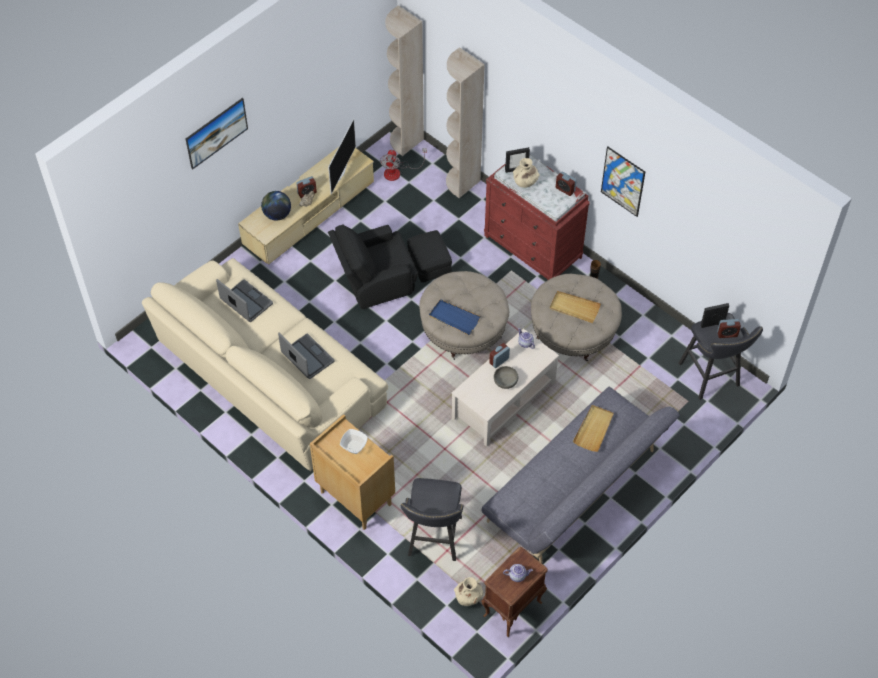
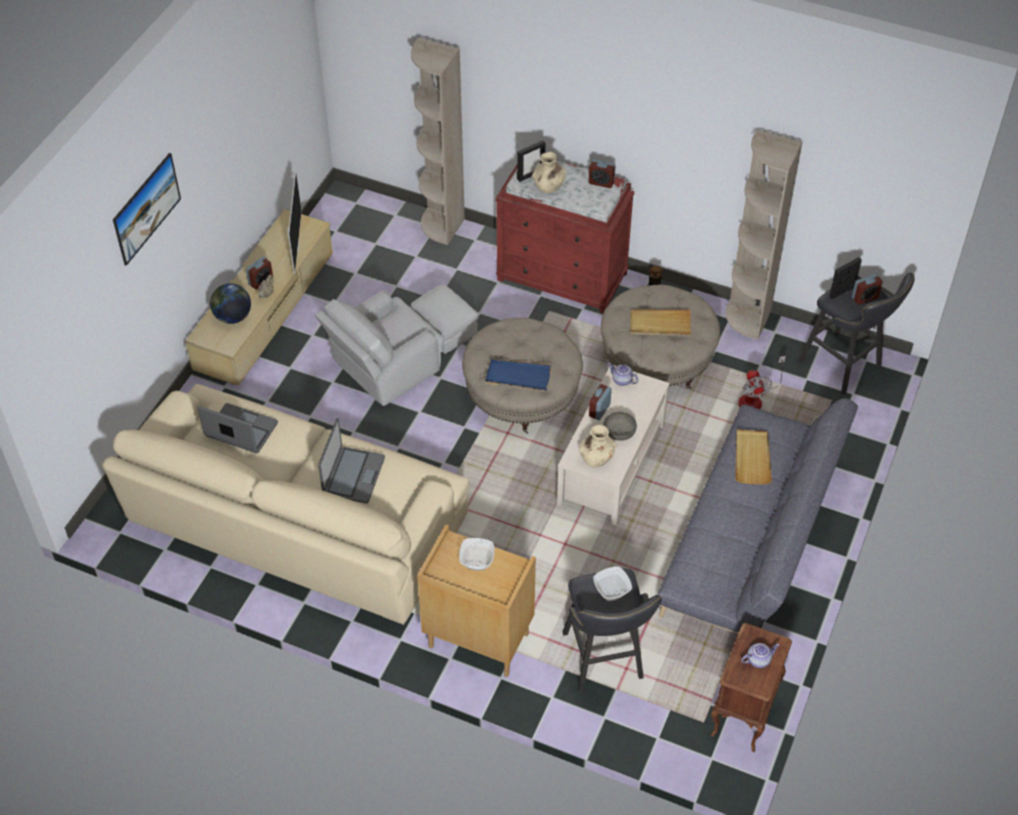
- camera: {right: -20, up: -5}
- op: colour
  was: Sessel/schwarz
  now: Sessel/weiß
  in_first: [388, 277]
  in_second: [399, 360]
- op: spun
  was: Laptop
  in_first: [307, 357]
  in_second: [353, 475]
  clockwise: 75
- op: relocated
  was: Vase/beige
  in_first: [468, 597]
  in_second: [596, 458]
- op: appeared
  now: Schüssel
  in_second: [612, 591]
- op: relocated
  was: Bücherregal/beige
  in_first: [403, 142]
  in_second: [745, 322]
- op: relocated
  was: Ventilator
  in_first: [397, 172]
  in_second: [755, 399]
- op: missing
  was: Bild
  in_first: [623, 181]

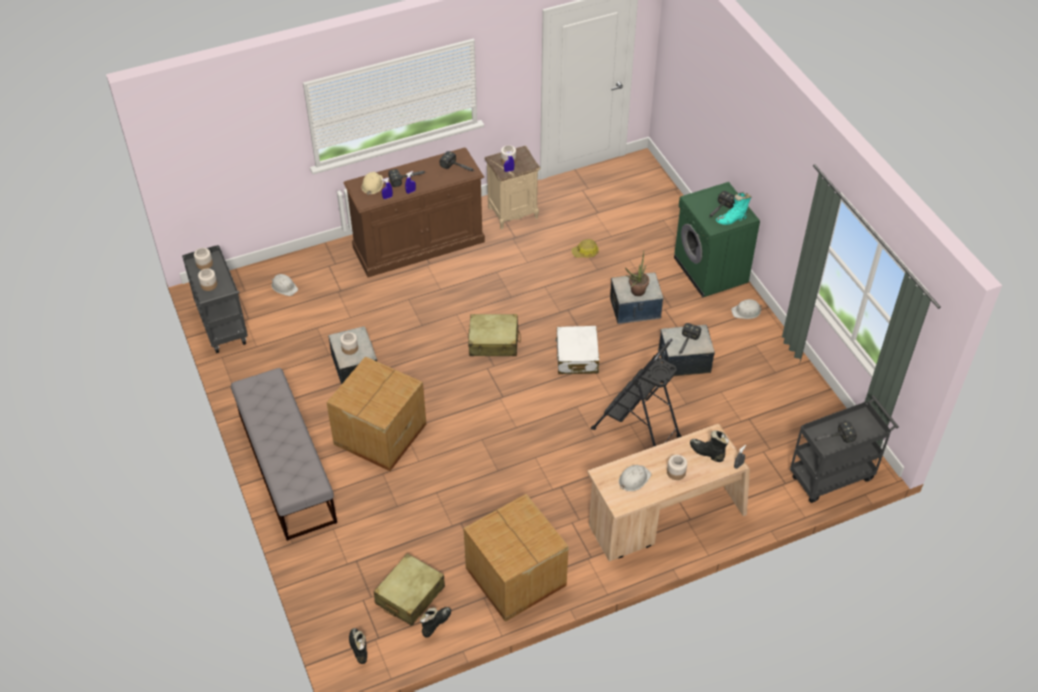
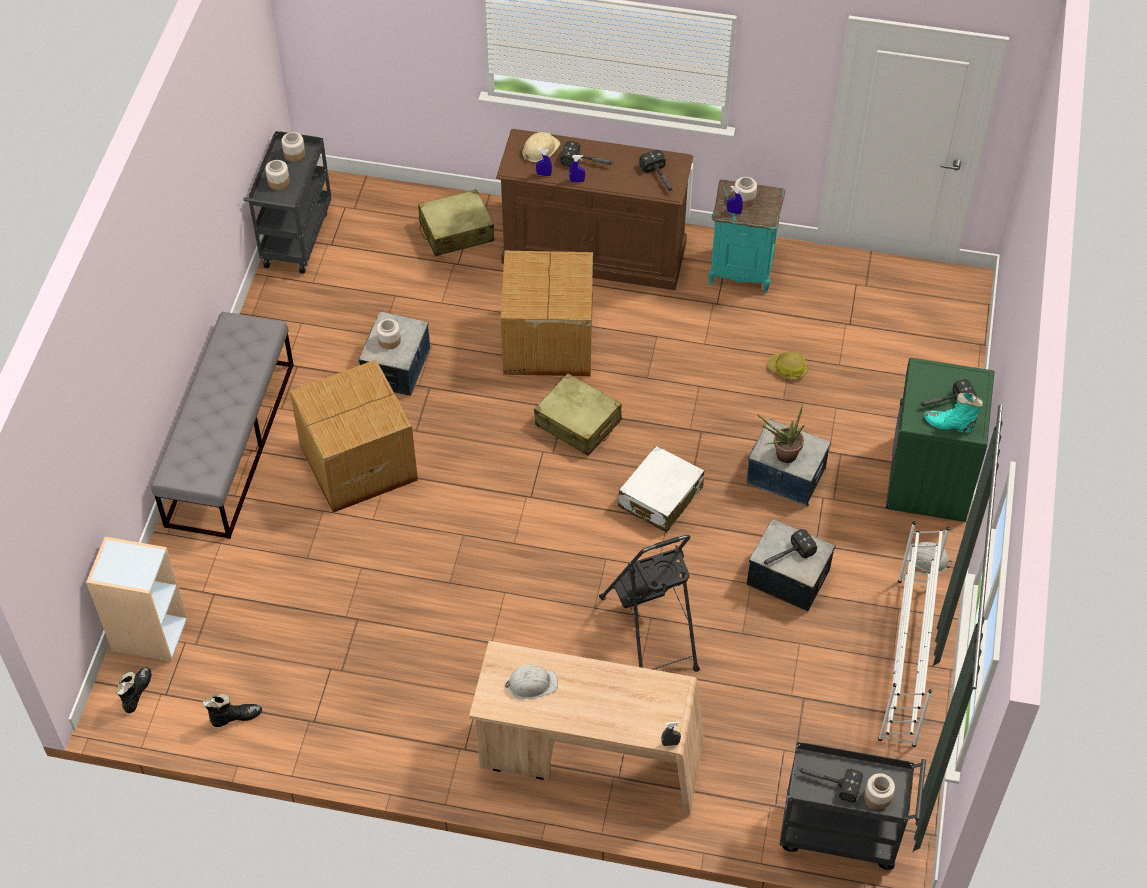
- camera: {right: 35, up: 5}
- op: appeared
  now: Bücherregal
  in_second: [149, 633]
- op: relocated
  was: Koffer/beige
  in_first: [409, 595]
  in_second: [456, 232]
- op: relocated
  was: Karton
  in_first: [515, 578]
  in_second: [546, 342]
- op: colour
  was: Nachttisch/beige
  now: Nachttisch/türkis
  in_first: [513, 213]
  in_second: [742, 271]
- op: relocated
  was: Vorratsglas
  in_first: [676, 472]
  in_second: [877, 797]
- op: appeared
  now: Schuhregal/weiß
  in_second: [906, 661]
- op: missing
  was: Schutzhelm/weiß
  in_first: [284, 287]
- op: missing
  was: Stiefel/schwarz
  in_first: [707, 453]

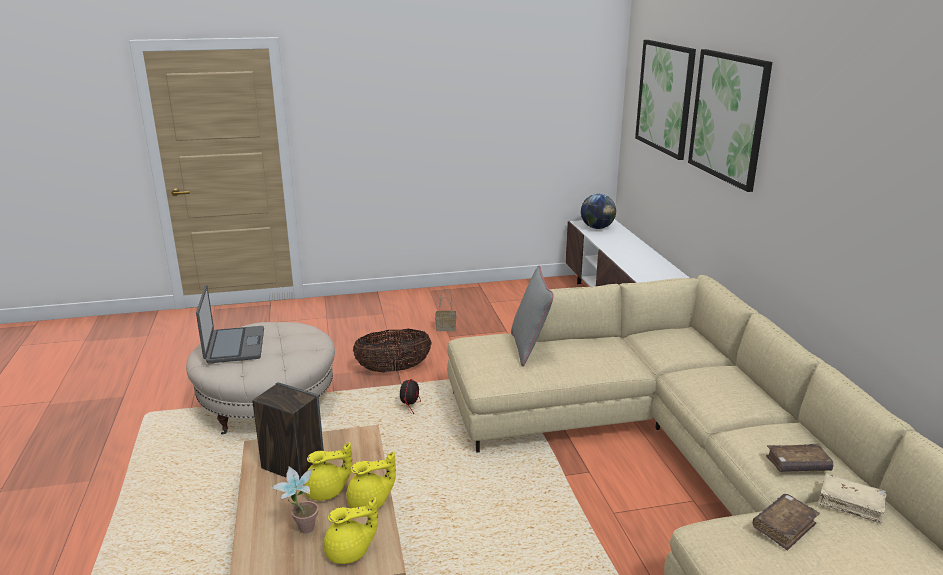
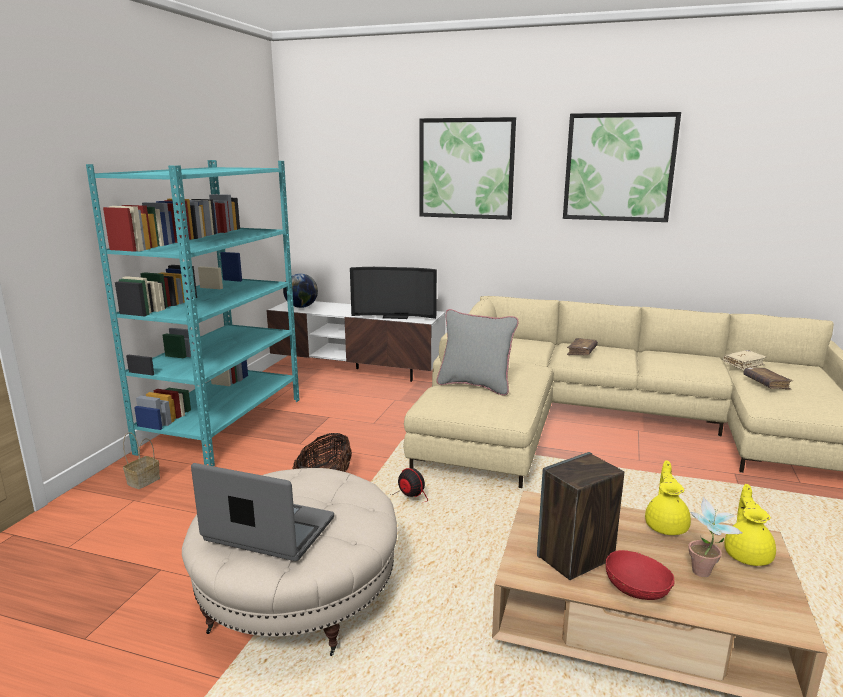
- camera: {right: -60, up: -5}
- op: appeared
  now: Bücherregal/türkis
  in_second: [224, 424]
- op: relocated
  was: Korb
  in_first: [446, 327]
  in_second: [144, 480]
- op: appeared
  now: Fernseher
  in_second: [395, 316]
- op: relocated
  was: Bild
  in_first: [665, 97]
  in_second: [619, 167]
- op: relocated
  was: Buch/braun
  in_first: [797, 465]
  in_second: [581, 352]
- op: appeared
  now: Schüssel/rot
  in_second: [637, 590]
- op: missing
  was: Teekanne/gelb
  in_first: [327, 492]

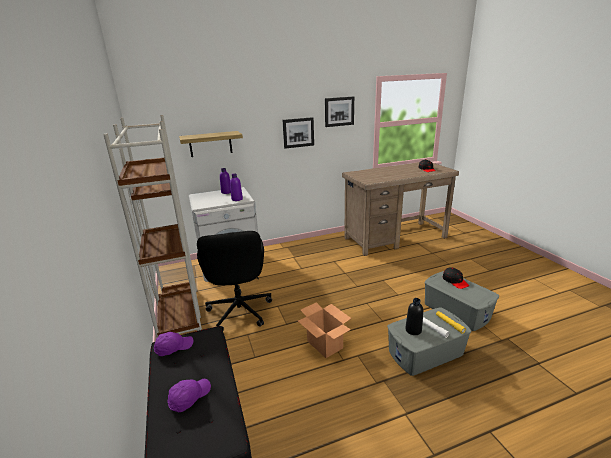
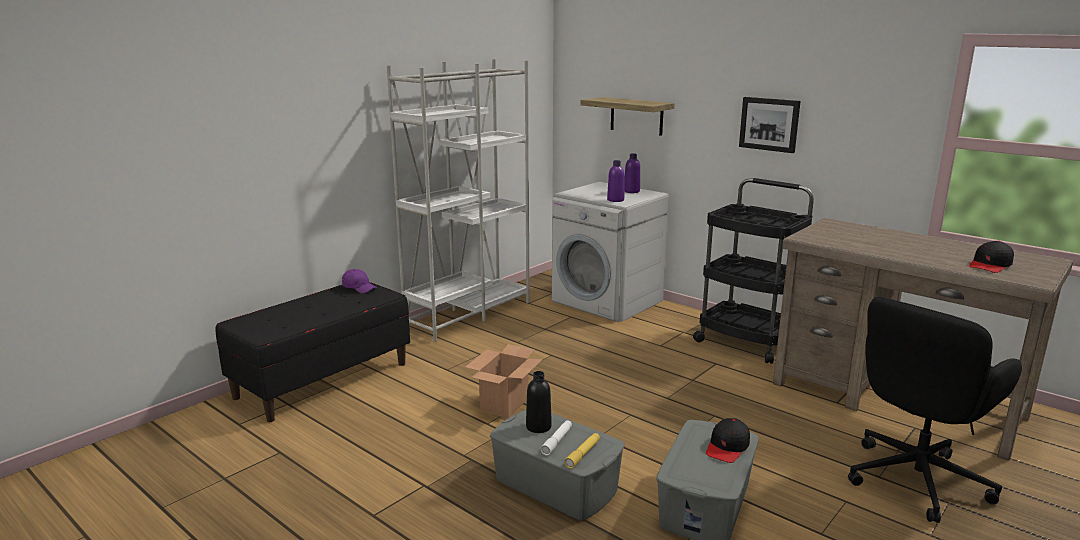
- camera: {right: 60, up: -5}
- op: colour
  was: Bücherregal/braun
  now: Bücherregal/weiß
  in_first: [182, 321]
  in_second: [469, 315]
- op: appeared
  now: Rollwagen/schwarz
  in_second: [747, 341]
- op: relocated
  was: Bürostuhl/schwarz
  in_first: [239, 311]
  in_second: [916, 480]
- op: missing
  was: Kappe/lila
  in_first: [189, 397]
- op: missing
  was: Bild
  in_first: [339, 111]

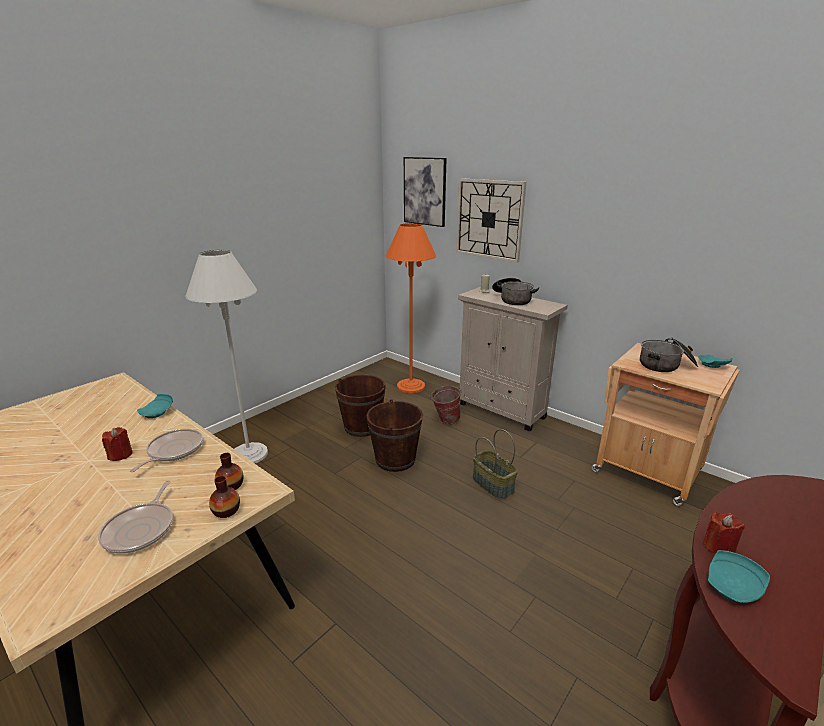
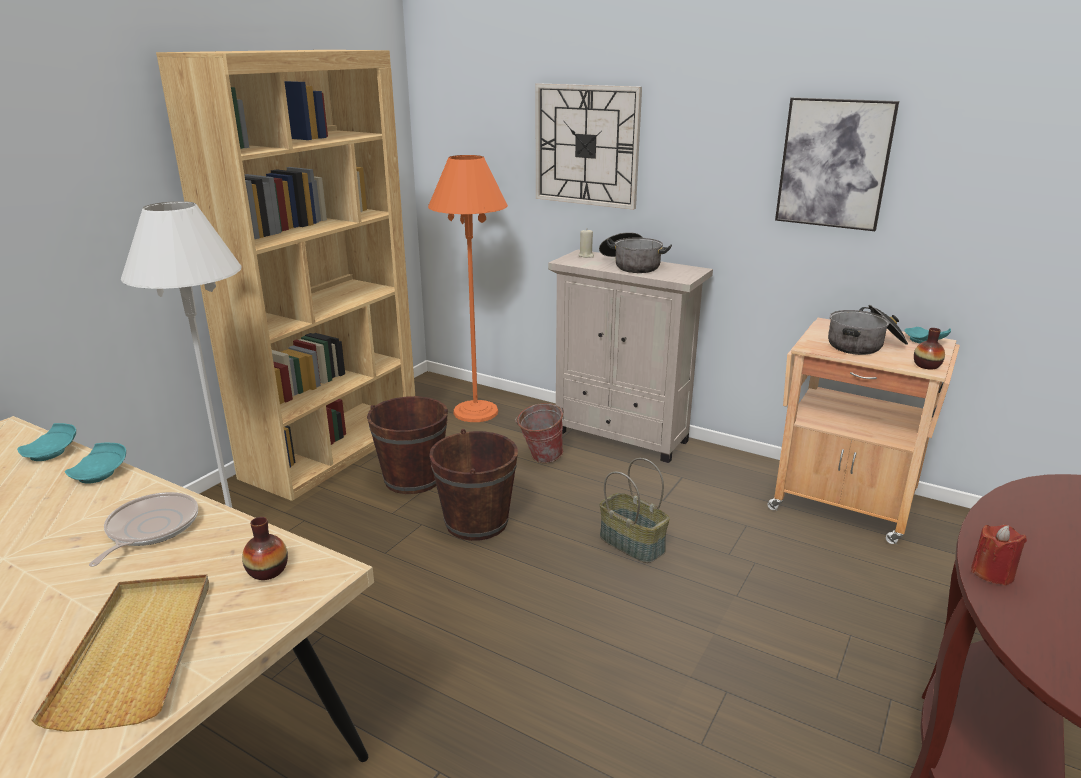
- camera: {right: -10, up: 0}
- op: relocated
  was: Teller/türkis
  in_first: [733, 587]
  in_second: [52, 452]
- op: exchanged
  was: Pfanne
  now: Tablett/beige
  in_first: [141, 529]
  in_second: [138, 651]
- op: appeared
  now: Bücherregal/braun
  in_second: [333, 450]
- op: relocated
  was: Bild
  in_first: [425, 191]
  in_second: [834, 164]
- op: relocated
  was: Vase
  in_first: [226, 511]
  in_second: [926, 365]
- op: missing
  was: Kerze/rot
  in_first: [120, 455]

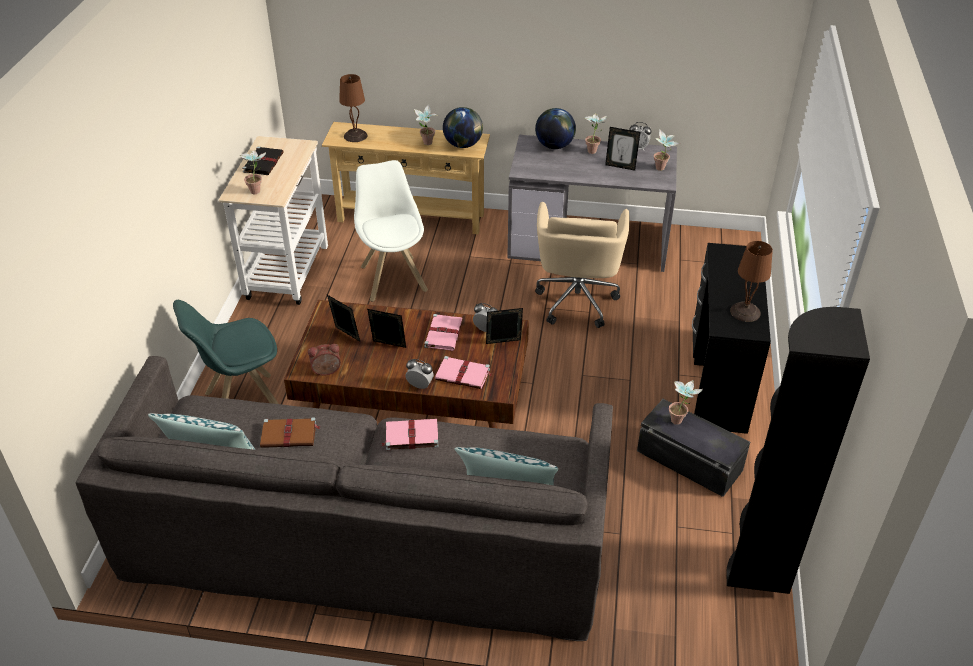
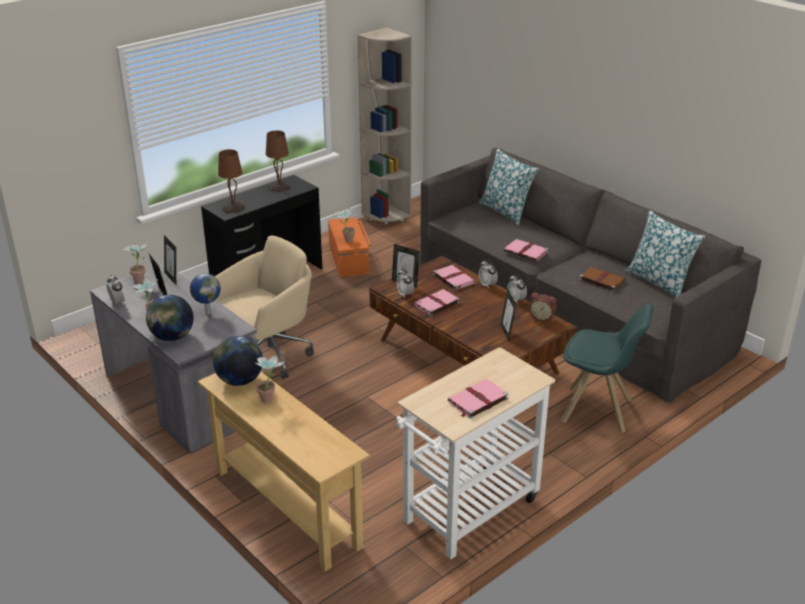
- camera: {right: -140, up: -10}
- op: relocated
  was: Bilderrahmen
  in_first: [388, 346]
  in_second: [172, 278]
- op: appeared
  now: Globus
  in_second: [208, 313]
- op: relocated
  was: Tischlampe/braun
  in_first: [355, 136]
  in_second: [234, 208]
- op: colour
  was: Aufbewahrungsbox/schwarz
  now: Aufbewahrungsbox/orange
  in_first: [688, 461]
  in_second: [349, 259]
- op: colour
  was: Bücherregal/schwarz
  now: Bücherregal/beige
  in_first: [757, 572]
  in_second: [386, 219]
- op: colour
  was: Buch/schwarz
  now: Buch/rosa
  in_first: [263, 162]
  in_second: [477, 400]
- op: appeared
  now: Wecker
  in_second: [516, 300]
- op: missing
  was: Topfpflanze
  in_first: [257, 190]
- op: missing
  was: Stuhl/weiß
  in_first: [393, 278]

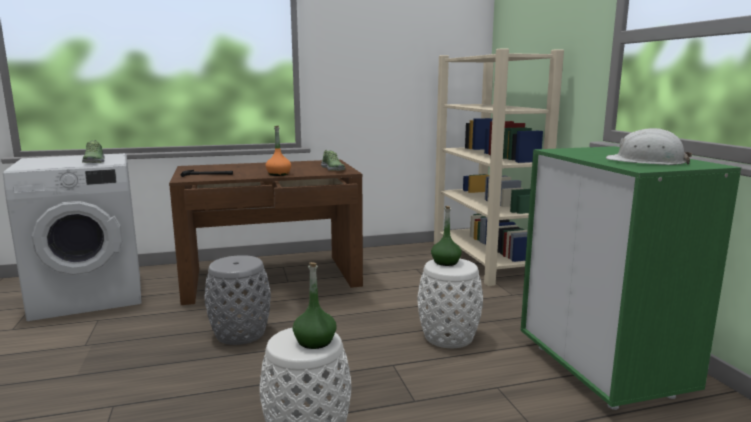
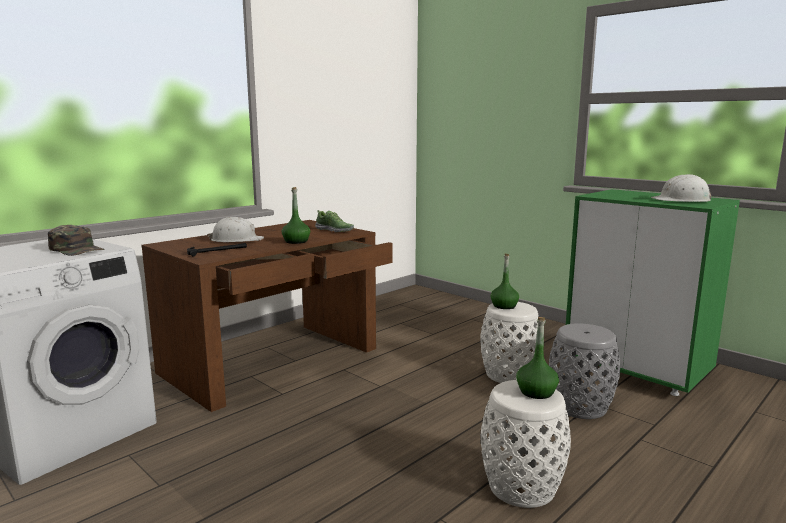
- camera: {right: -30, up: 0}
- op: exchanged
  was: Schuh
  now: Kappe/grün
  in_first: [94, 161]
  in_second: [77, 249]
- op: appeared
  now: Schutzhelm/weiß
  in_second: [236, 240]
- op: colour
  was: Flasche/orange
  now: Flasche/grün
  in_first: [278, 174]
  in_second: [296, 241]
- op: relocated
  was: Hocker/grau
  in_first: [240, 334]
  in_second: [580, 407]
- op: missing
  was: Bücherregal/beige
  in_first: [484, 260]

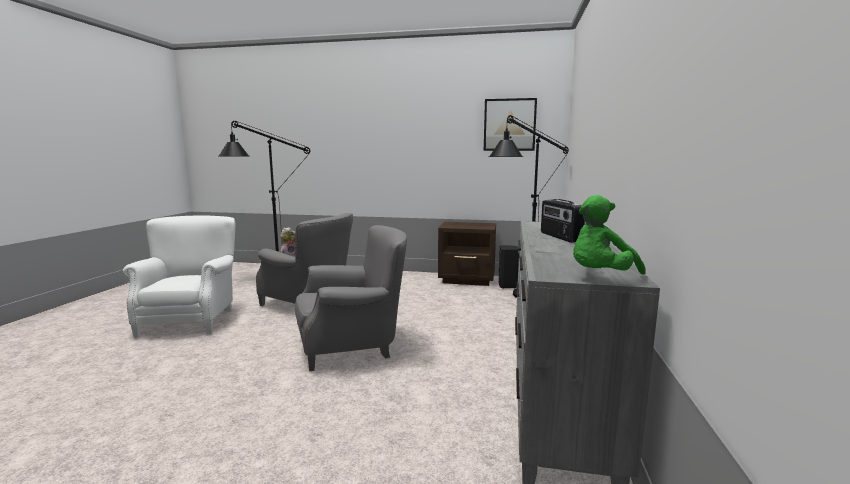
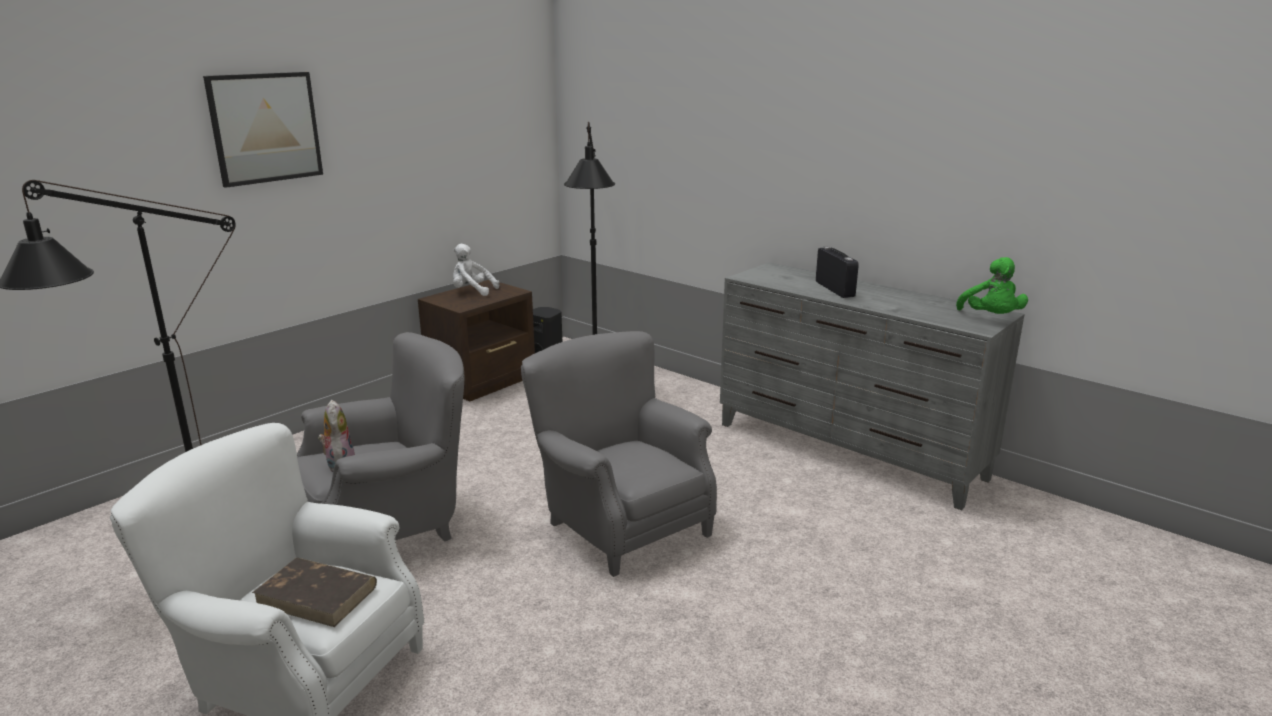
- camera: {right: -60, up: 10}
- op: relocated
  was: Bild
  in_first: [509, 125]
  in_second: [265, 128]
- op: appeared
  now: Buch/braun
  in_second: [318, 595]
- op: appeared
  now: Plüschtier/weiß
  in_second: [472, 291]
- op: spun
  was: Sessel/grau
  in_first: [353, 345]
  in_second: [621, 522]
  clockwise: -45
- op: spun
  was: Radio
  in_first: [559, 237]
  in_second: [835, 289]
  clockwise: -120

